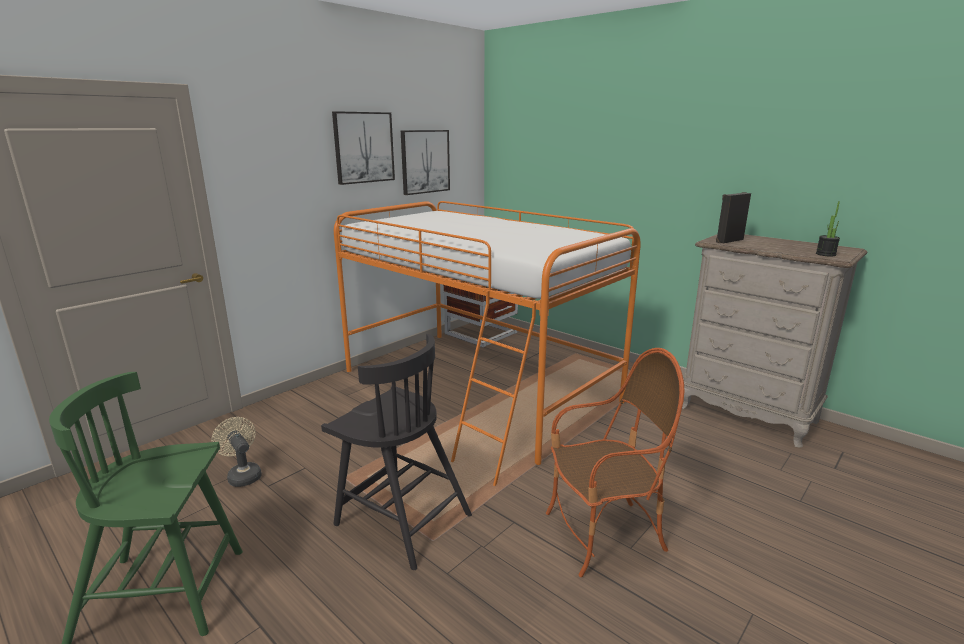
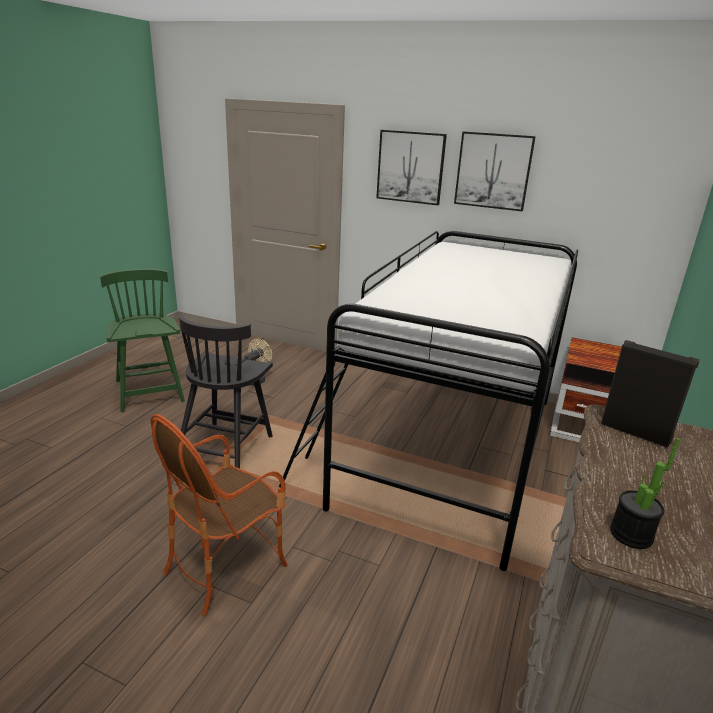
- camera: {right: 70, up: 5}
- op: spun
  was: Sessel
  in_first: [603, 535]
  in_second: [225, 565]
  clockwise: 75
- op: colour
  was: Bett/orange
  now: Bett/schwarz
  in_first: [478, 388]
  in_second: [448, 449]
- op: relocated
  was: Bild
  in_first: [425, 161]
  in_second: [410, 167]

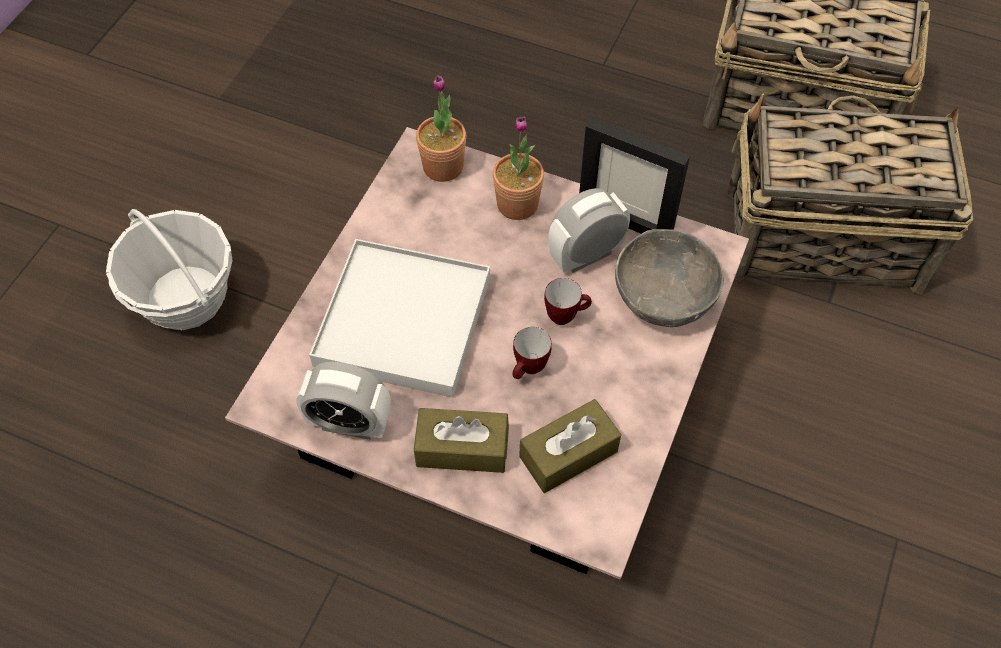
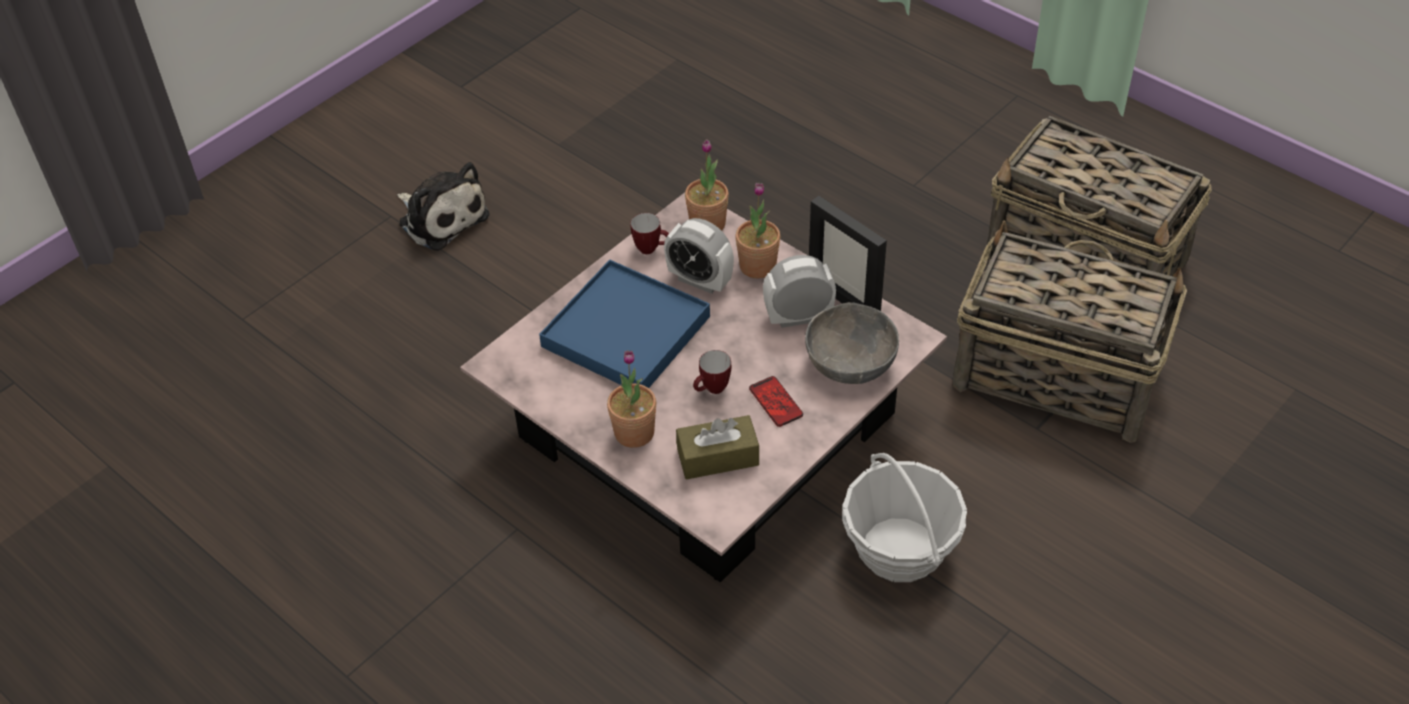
- camera: {right: 20, up: -10}
- op: appeared
  now: Plüschtier
  in_second: [441, 217]
- op: colour
  was: Tablett/weiß
  now: Tablett/blau
  in_first: [404, 321]
  in_second: [626, 331]
- op: exchanged
  was: Taschentuchbox/braun
  now: Topfpflanze
  in_first: [462, 448]
  in_second: [634, 432]
- op: relocated
  was: Henkelbecher
  in_first: [566, 316]
  in_second: [651, 249]
- op: relocated
  was: Wecker
  in_first: [349, 424]
  in_second: [700, 280]
- op: appeared
  now: Handy
  in_second: [776, 402]
- op: relocated
  was: Korb
  in_first: [185, 298]
  in_second: [900, 550]

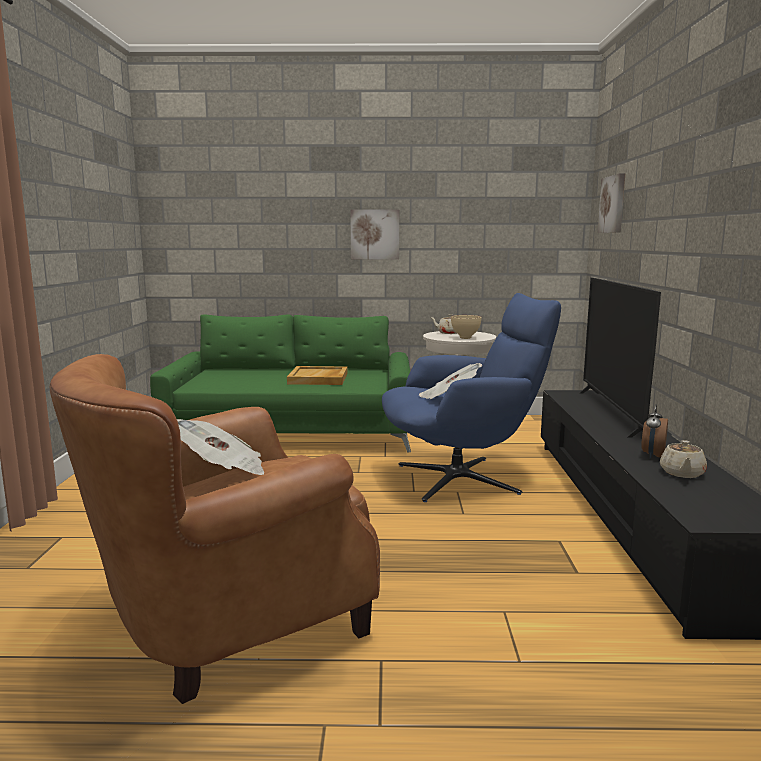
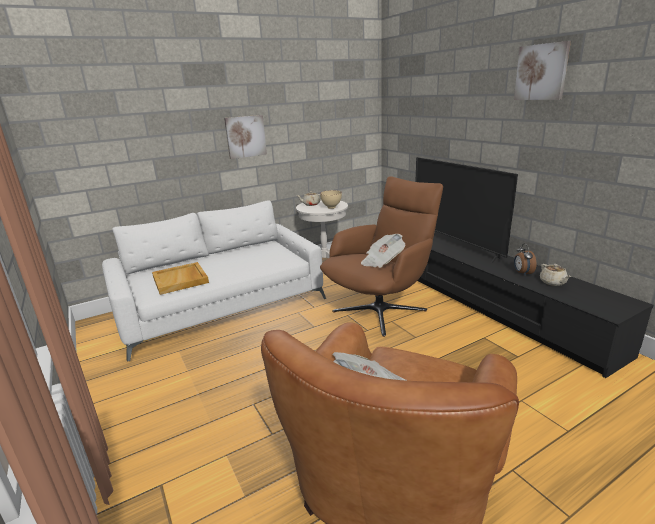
- camera: {right: -30, up: 10}
- op: colour
  was: Sofa/grün
  now: Sofa/weiß
  in_first: [292, 431]
  in_second: [222, 305]
- op: relocated
  was: Tablett/beige
  in_first: [318, 378]
  in_second: [181, 280]
- op: colour
  was: Sessel/blau
  now: Sessel/braun
  in_first: [461, 479]
  in_second: [381, 310]
- op: relocated
  was: Bild
  in_first: [613, 204]
  in_second: [541, 72]

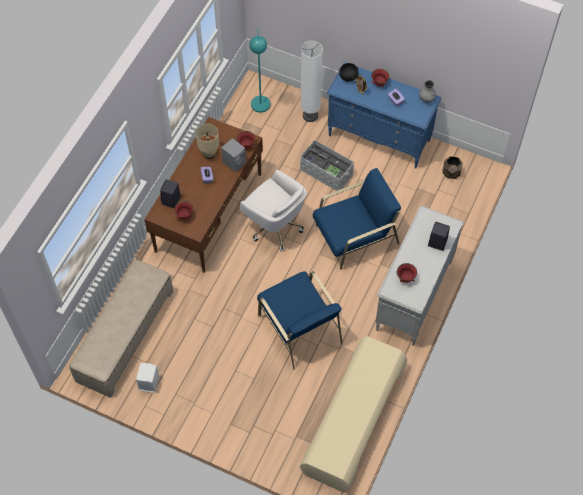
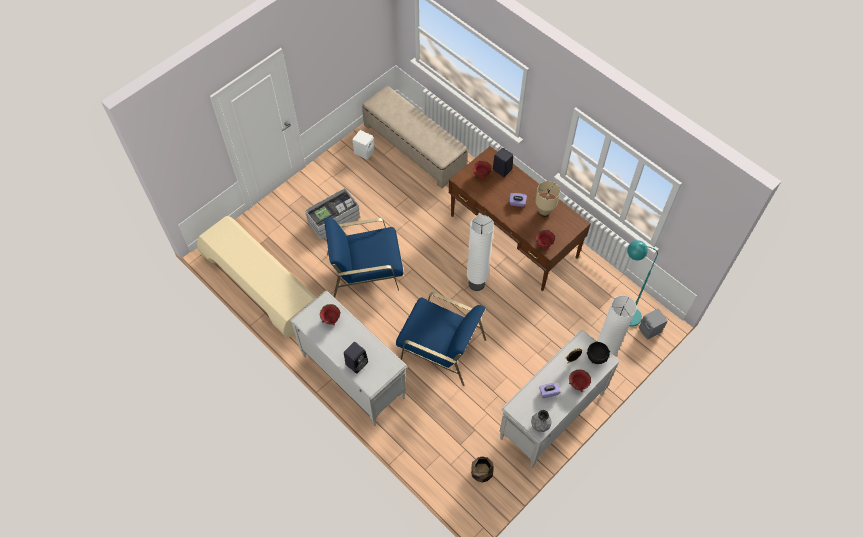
- camera: {right: 110, up: 0}
- op: relocated
  was: Aufbewahrungsbox/grau
  in_first: [326, 172]
  in_second: [333, 219]
- op: spun
  was: Sessel/blau
  in_first: [354, 237]
  in_second: [439, 348]
  clockwise: -60
- op: exchanged
  was: Bürostuhl/weiß
  now: Stehlampe/weiß
  in_first: [274, 227]
  in_second: [476, 284]
- op: colour
  was: Kommode/blau
  now: Kommode/weiß
  in_first: [379, 139]
  in_second: [550, 416]
- op: relocated
  was: Lautsprecher/grau
  in_first: [235, 162]
  in_second: [650, 330]

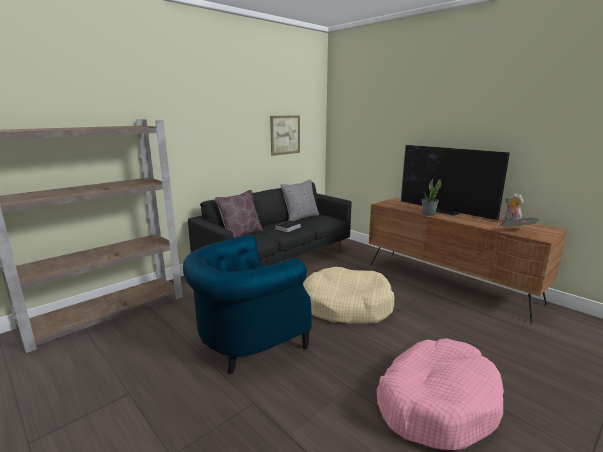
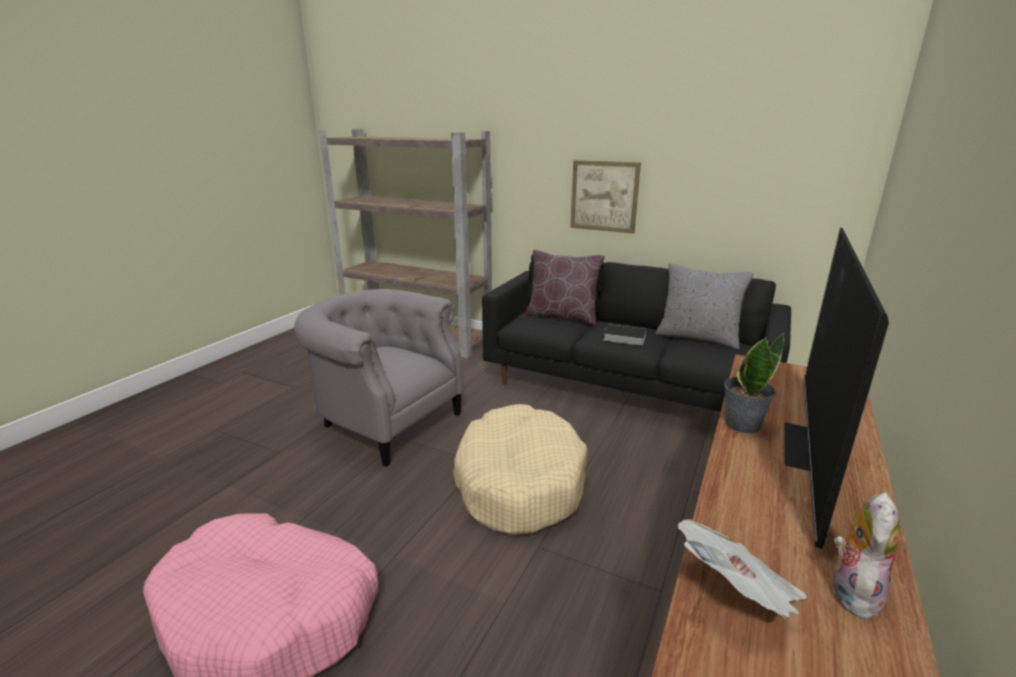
- camera: {right: 70, up: 5}
- op: colour
  was: Sessel/blau
  now: Sessel/grau
  in_first: [247, 343]
  in_second: [385, 422]
- op: relocated
  was: Bild
  in_first: [285, 135]
  in_second: [604, 196]

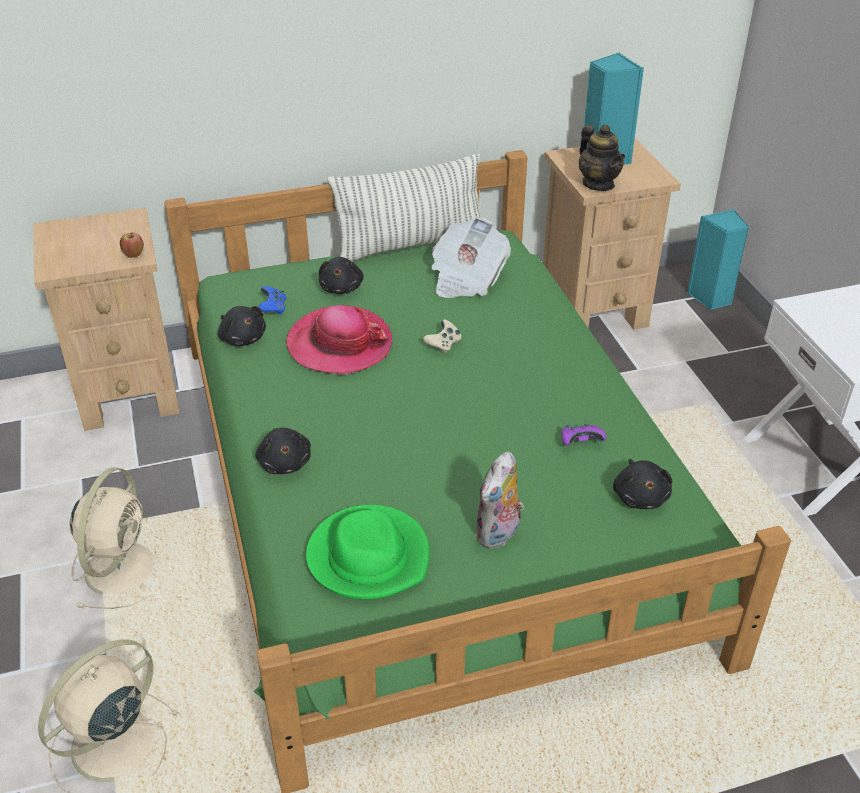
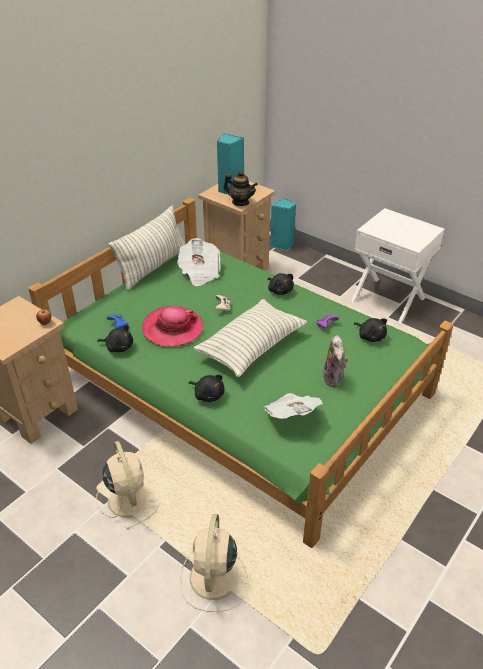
- camera: {right: -35, up: 0}
- op: appeared
  now: Kissen
  in_second: [251, 347]
- op: exchanged
  was: Hut/grün
  now: Zeitung
  in_first: [369, 556]
  in_second: [291, 415]
- op: relocated
  was: Plüschtier/schwarz
  in_first: [341, 288]
  in_second: [280, 290]

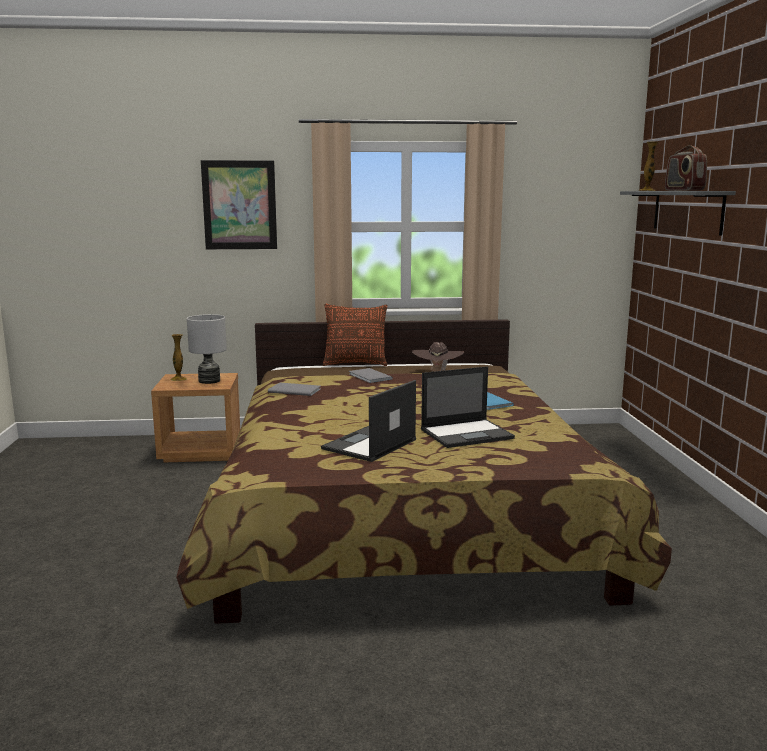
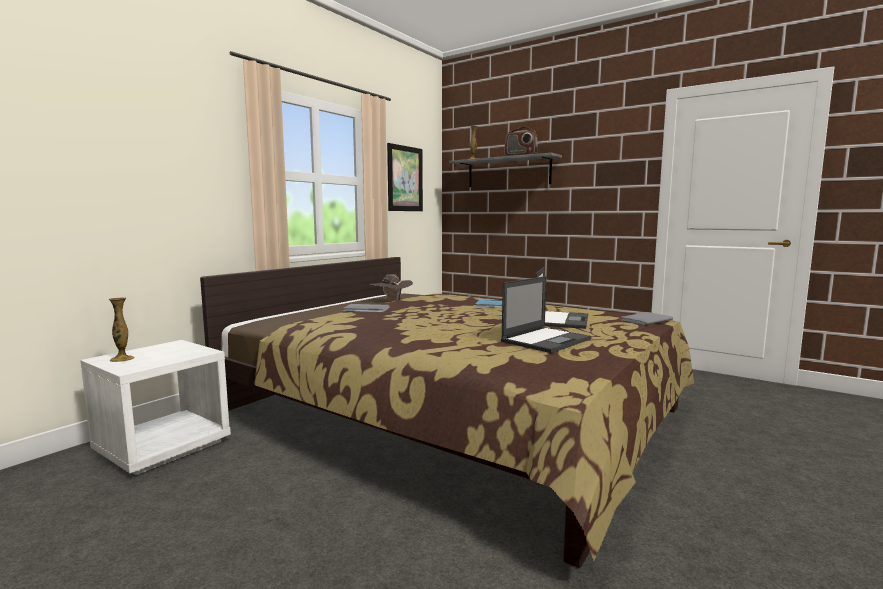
- camera: {right: -50, up: -5}
- op: colour
  was: Nachttisch/braun
  now: Nachttisch/weiß
  in_first: [201, 451]
  in_second: [163, 447]
- op: relocated
  was: Bild
  in_first: [239, 205]
  in_second: [405, 179]
- op: spun
  was: Laptop
  in_first: [369, 445]
  in_second: [546, 340]
  clockwise: -120
- op: relocated
  was: Buch/grau
  in_first: [294, 390]
  in_second: [644, 320]
- op: missing
  was: Tischlampe/grau
  in_first: [209, 381]
- op: missing
  was: Kissen/braun
  in_first: [355, 364]

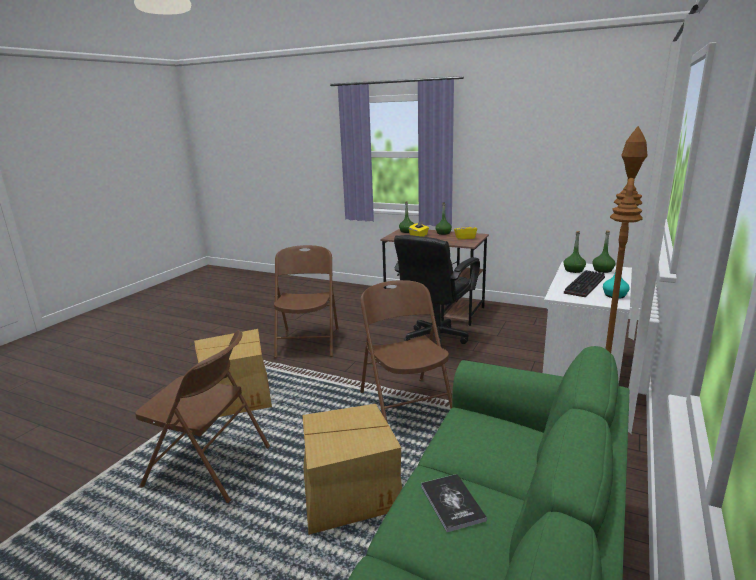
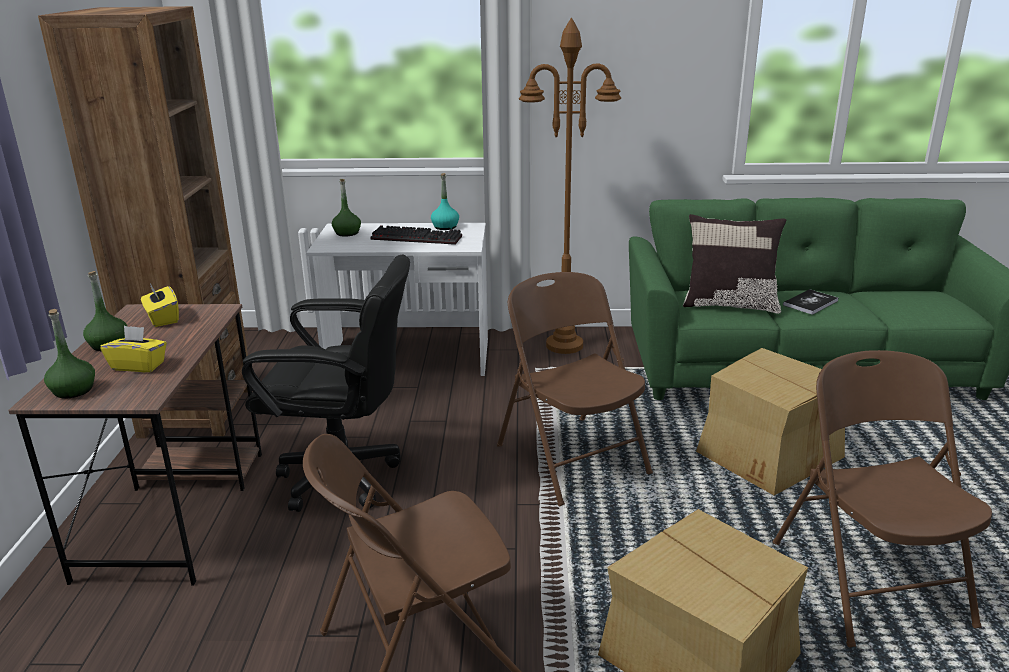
- camera: {right: -115, up: 5}
- op: appeared
  now: Bücherregal/braun
  in_second: [197, 412]
- op: spun
  was: Stuhl/braun
  in_first: [406, 405]
  in_second: [572, 459]
  clockwise: 105
- op: appeared
  now: Kissen
  in_second: [730, 305]
- op: missing
  was: Flasche/grün
  in_first: [573, 270]

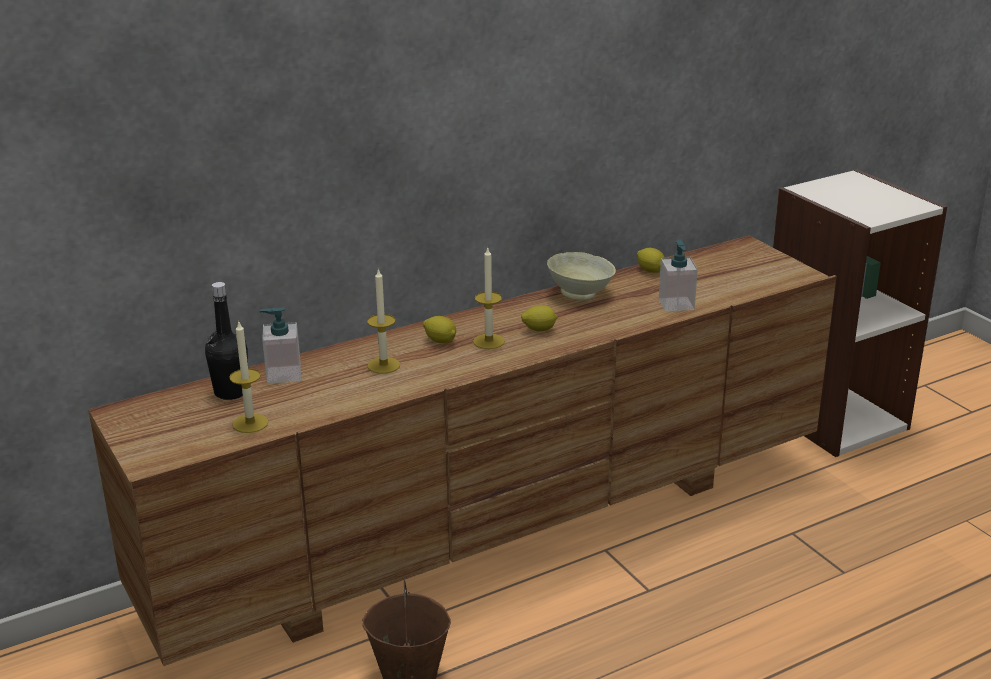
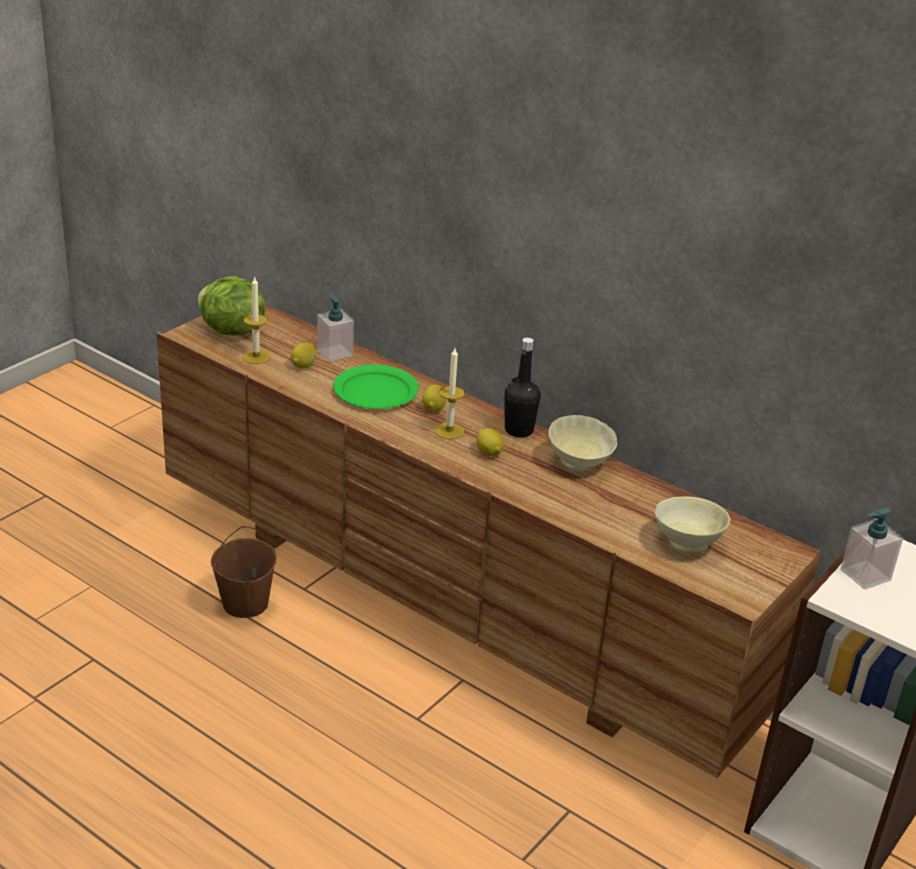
- camera: {right: 65, up: 5}
- op: appeared
  now: Salatkopf
  in_second: [230, 331]
- op: relocated
  was: Zitrone
  in_first: [650, 271]
  in_second: [303, 365]
- op: exchanged
  was: Kerze
  now: Teller/grün
  in_first: [383, 365]
  in_second: [375, 391]
- op: relocated
  was: Flasche/schwarz
  in_first: [231, 392]
  in_second: [519, 430]
- op: appeared
  now: Schüssel/beige
  in_second: [688, 542]
- op: relocated
  was: Seifenspender
  in_first: [676, 304]
  in_second: [865, 575]

